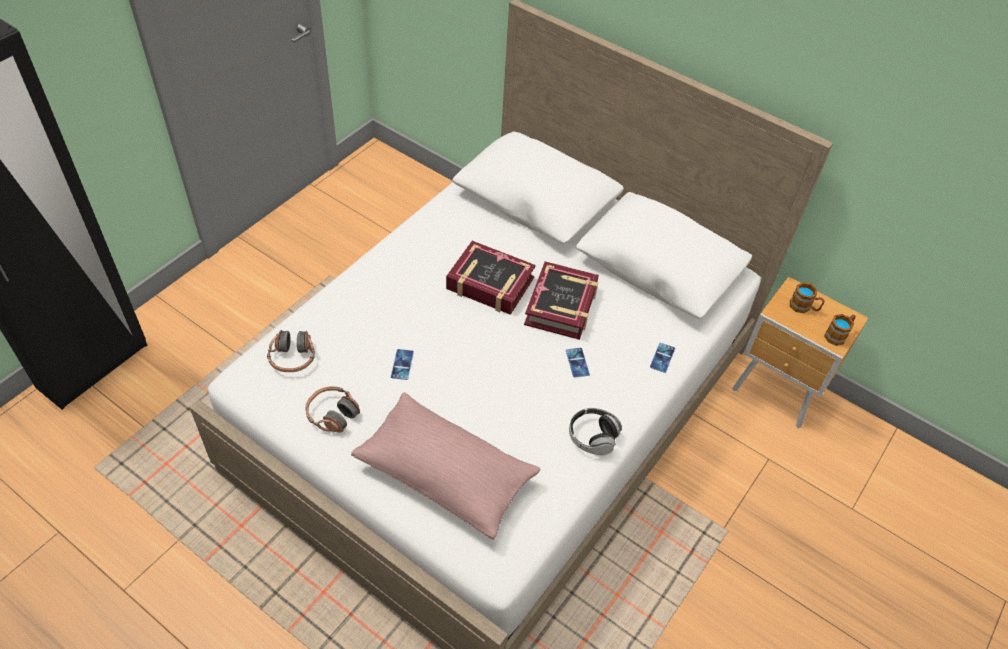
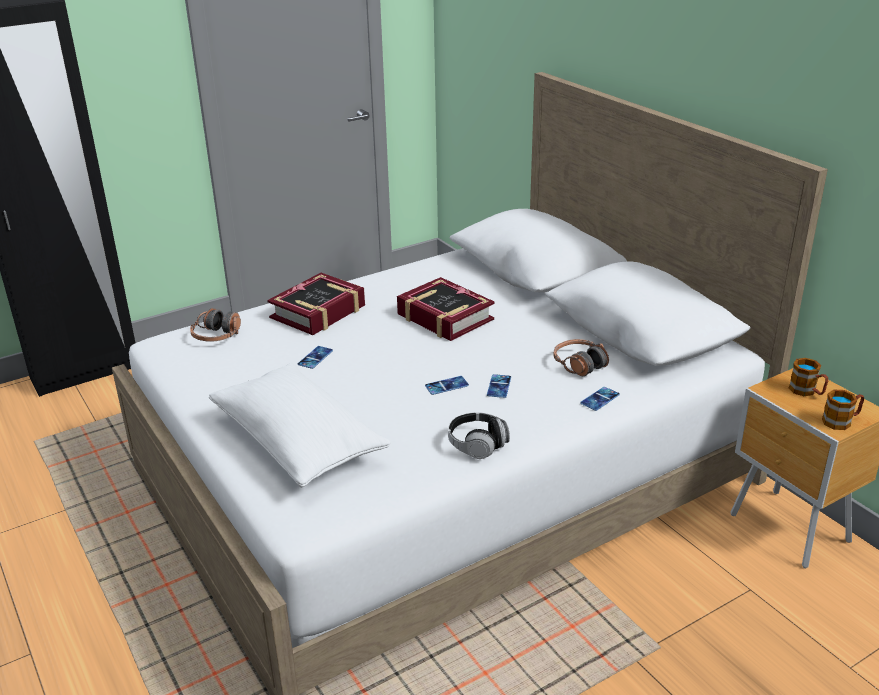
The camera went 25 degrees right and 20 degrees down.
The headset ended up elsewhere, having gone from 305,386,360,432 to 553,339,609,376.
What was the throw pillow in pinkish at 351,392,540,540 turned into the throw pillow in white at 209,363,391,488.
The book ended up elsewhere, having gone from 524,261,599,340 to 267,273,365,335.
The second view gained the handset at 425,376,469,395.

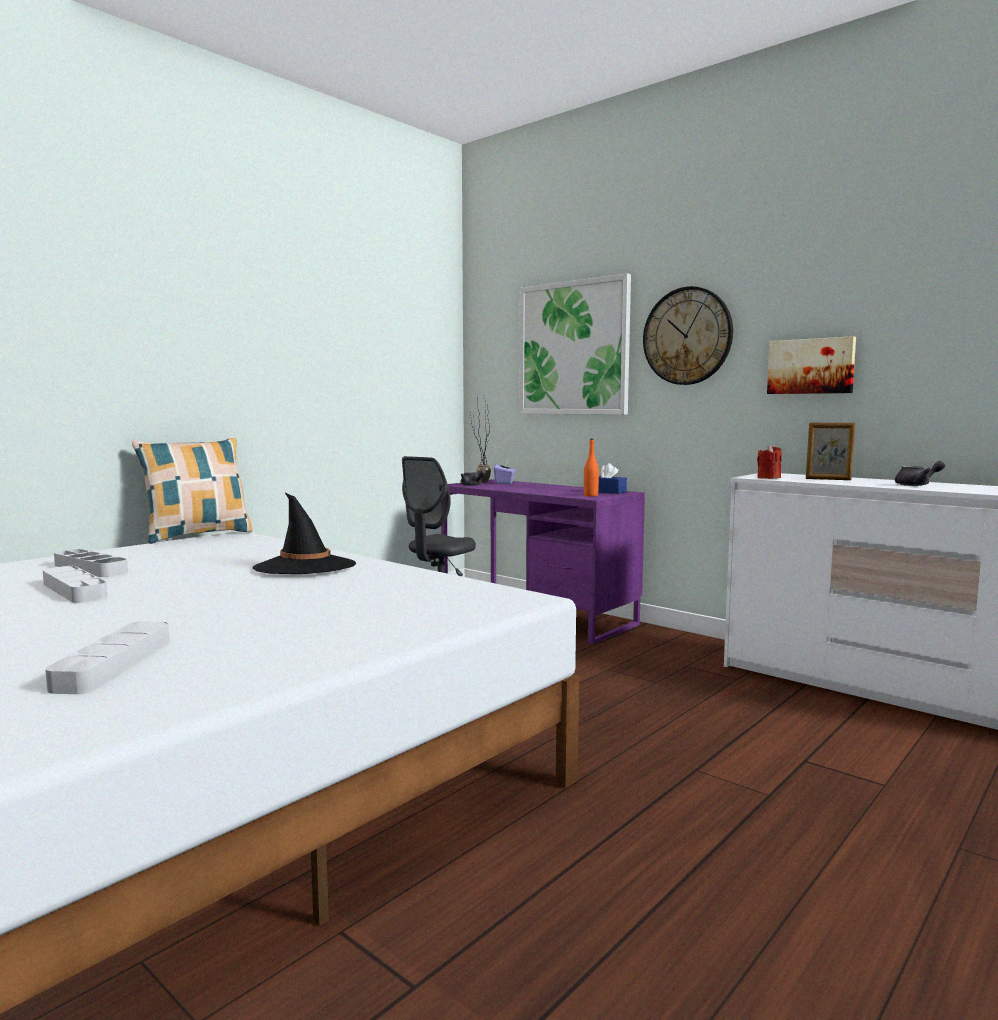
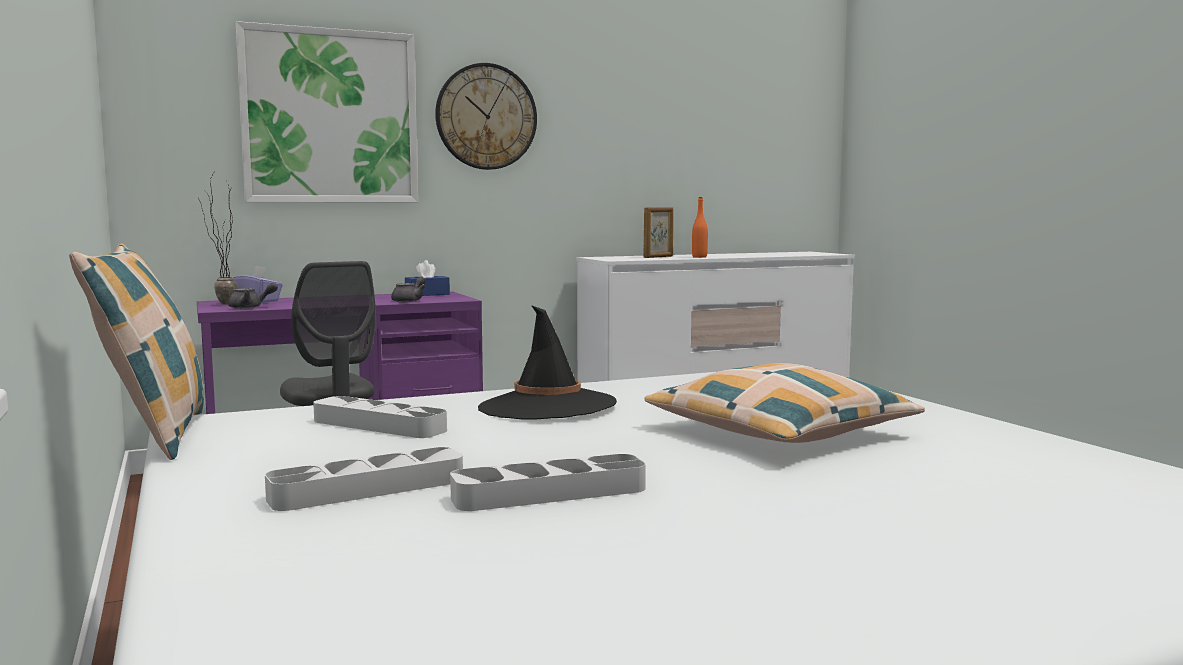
The camera went 65 degrees left and 0 degrees up.
The tray in gray ended up elsewhere, having gone from 45,621,169,694 to 313,396,447,438.
The bottle in orange ended up elsewhere, having gone from 584,439,599,496 to 692,197,708,258.
The second view lost the wax candle in reddish at 757,445,782,479.
The second view lost the wall art at 767,336,856,394.
The tea pot in gray ended up elsewhere, having gone from 895,461,945,486 to 391,277,426,302.
The second view gained the throw pillow at 644,363,925,443.

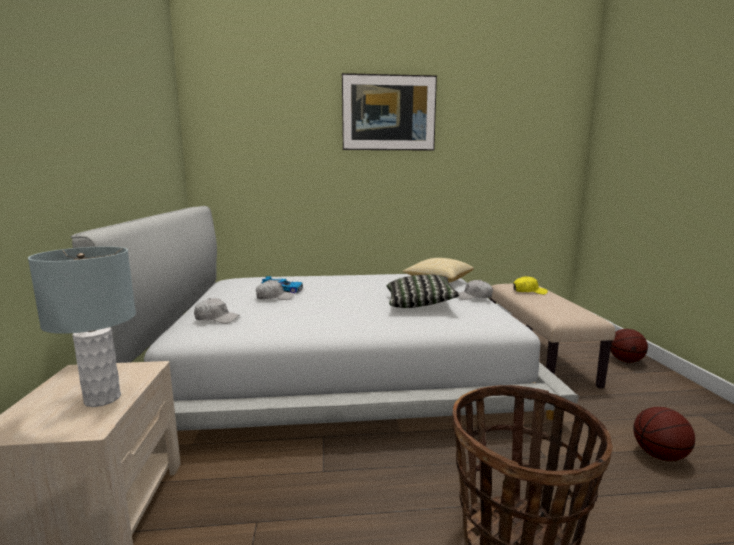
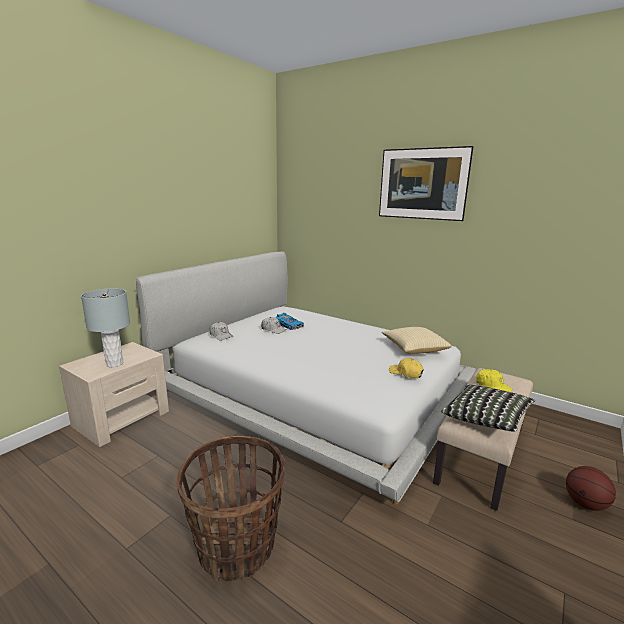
The camera went 40 degrees right and 5 degrees up.
The throw pillow ended up elsewhere, having gone from 387,274,460,308 to 442,385,535,432.
What was the peaked cap in white at 458,280,493,300 turned into the peaked cap in yellow-coloured at 389,358,424,379.
The second view lost the ball for basketball at 633,407,695,461.

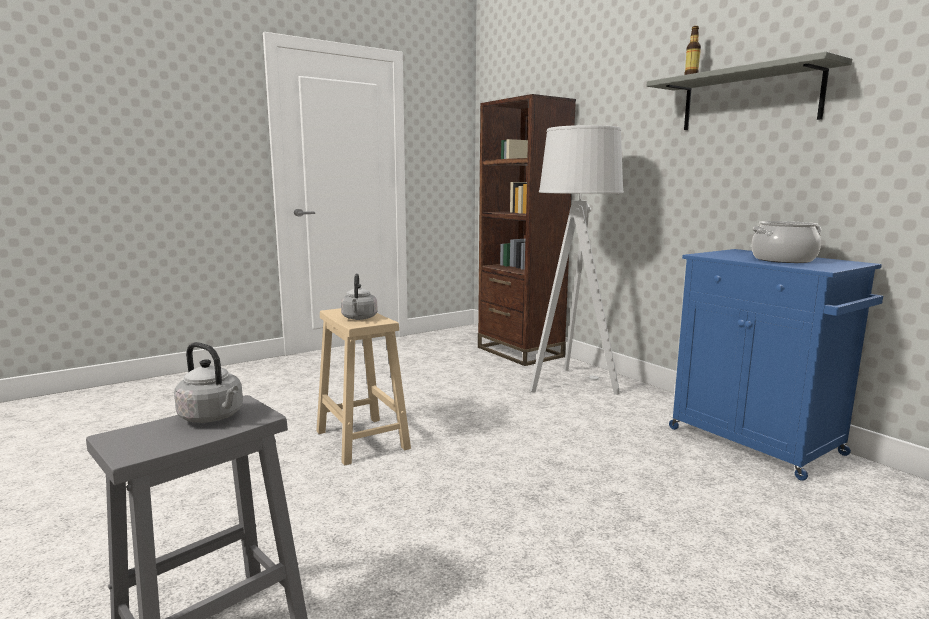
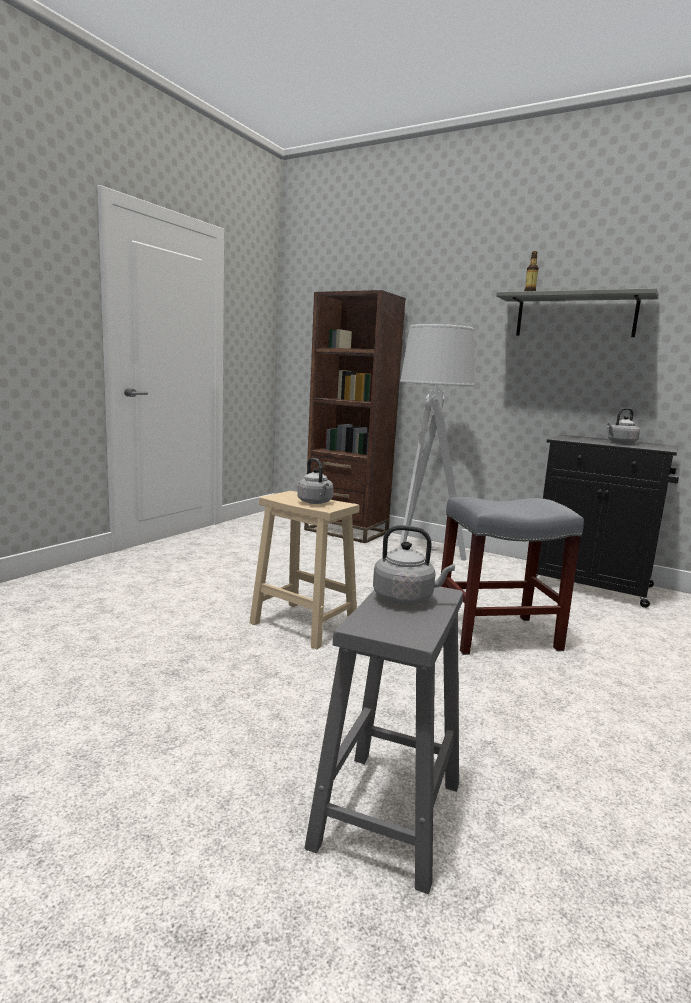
The camera went 25 degrees left and 0 degrees up.
What was the cupboard in bluish at 669,249,883,481 turned into the cupboard in blackish at 536,435,680,608.
Where the saucepot stood at 751,221,822,263, the water kettle in gray came to stand at 607,408,640,444.
The second view gained the sitting stool in gray at 440,497,584,655.

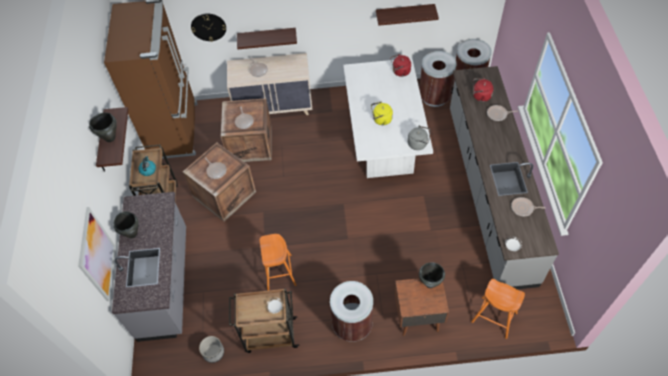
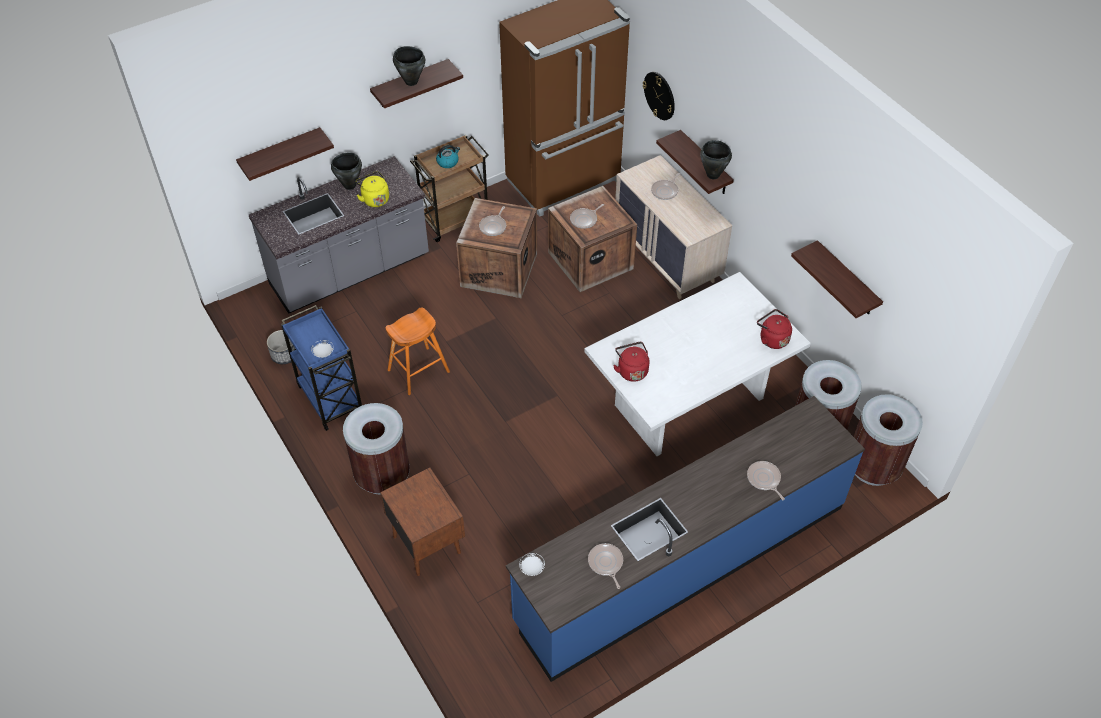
The camera went 60 degrees right and 5 degrees down.
Where the wall art hung at 78,207,115,301, the bracket shelf came to hang at 236,127,334,181.
What was the cart in brownish at 229,288,299,353 turned into the cart in bluish at 281,305,362,431.
The water kettle in yellow-coloured ended up elsewhere, having gone from 371,102,393,125 to 356,171,389,207.
The second view lost the water kettle in gray at 408,125,431,150.
The saucepot in blackish ended up elsewhere, having gone from 419,262,445,288 to 700,140,732,179.
What was the kitchen base unit in gray at 450,66,559,289 turned into the kitchen base unit in bluish at 506,396,865,682.
The second view lost the sitting stool in orange at 471,279,525,339.
The water kettle in reddish ended up elsewhere, having gone from 473,78,494,102 to 613,342,649,382.

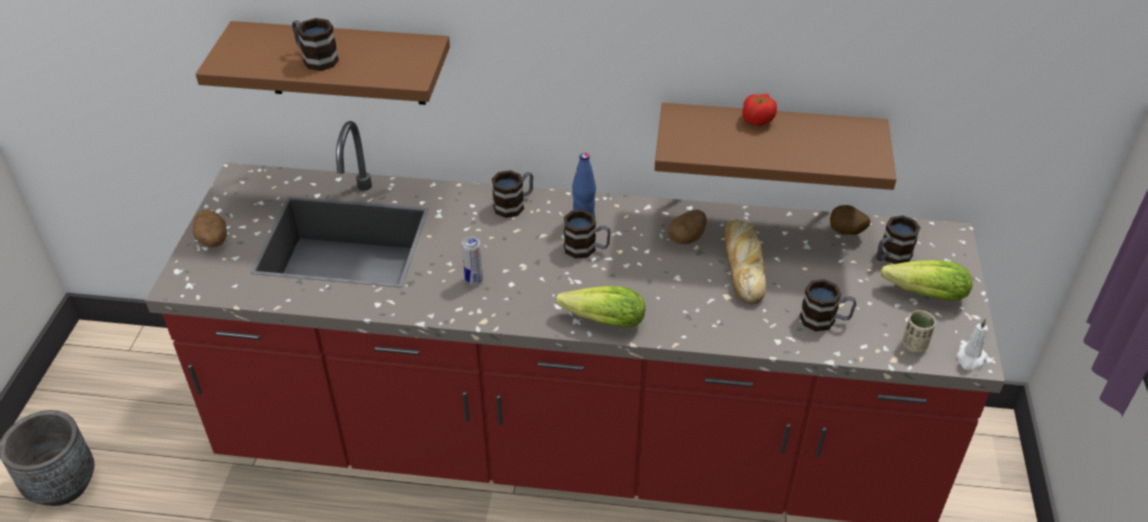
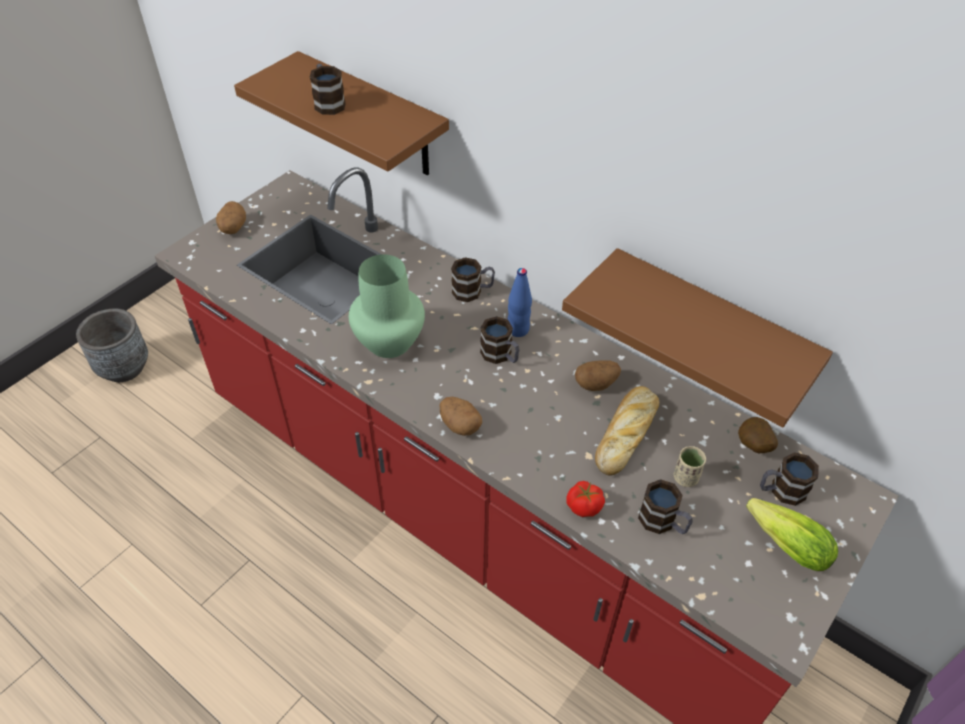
The camera went 30 degrees right and 5 degrees up.
Where the can stood at 462,236,483,286, the vase in greenish came to stand at 349,254,425,358.
Where the lettuce head stood at 556,286,645,328, the potato came to stand at 440,397,482,436.
The tomato ended up elsewhere, having gone from 742,94,777,126 to 566,481,605,517.
The drinking cup in beige-coloured ended up elsewhere, having gone from 902,310,936,353 to 674,446,706,487.
The second view lost the wax candle in white at 957,318,988,370.

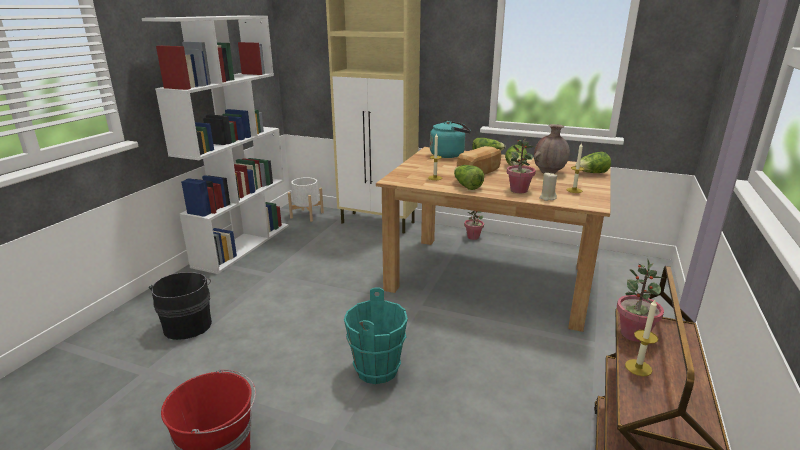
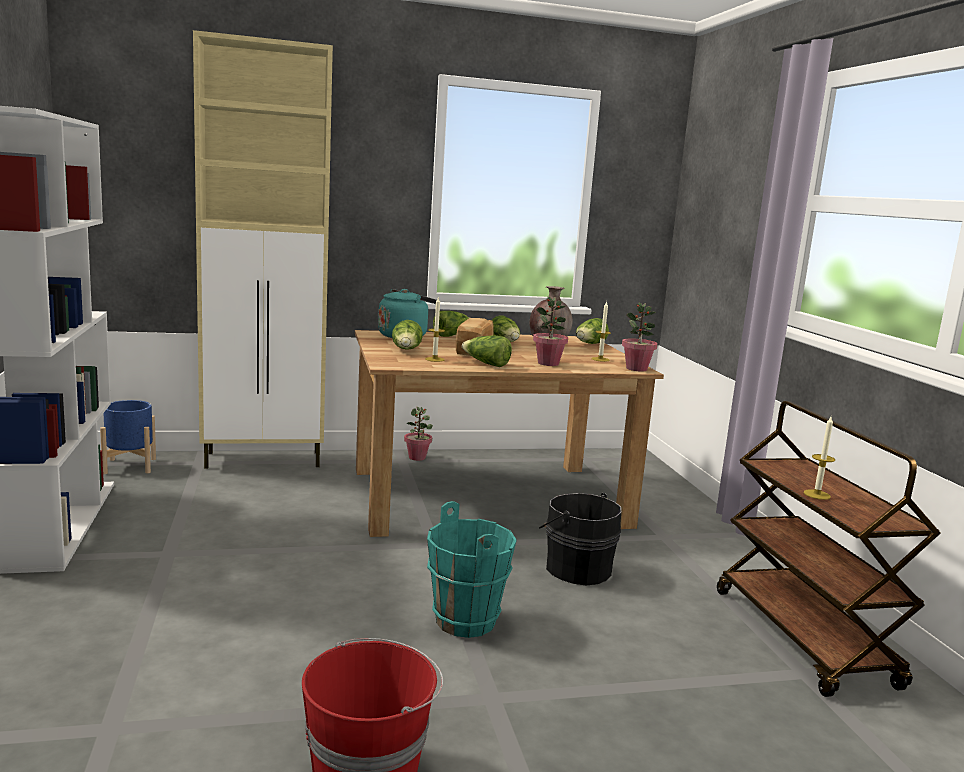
The camera went 35 degrees left and 10 degrees down.
The water bucket in blackish ended up elsewhere, having gone from 149,272,212,340 to 539,493,621,586.
What was the planter in white at 288,177,324,222 turned into the planter in bluish at 100,400,156,474.
The second view lost the wax candle in beige-coloured at 540,173,557,201.
The houseplant ended up elsewhere, having gone from 617,260,664,342 to 622,303,658,371.
The second view gained the lettuce head at 392,320,423,350.

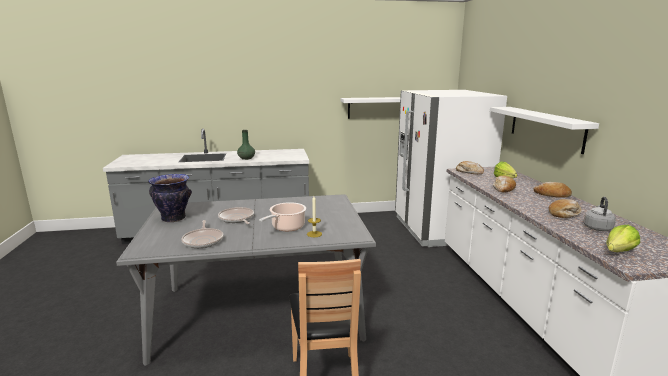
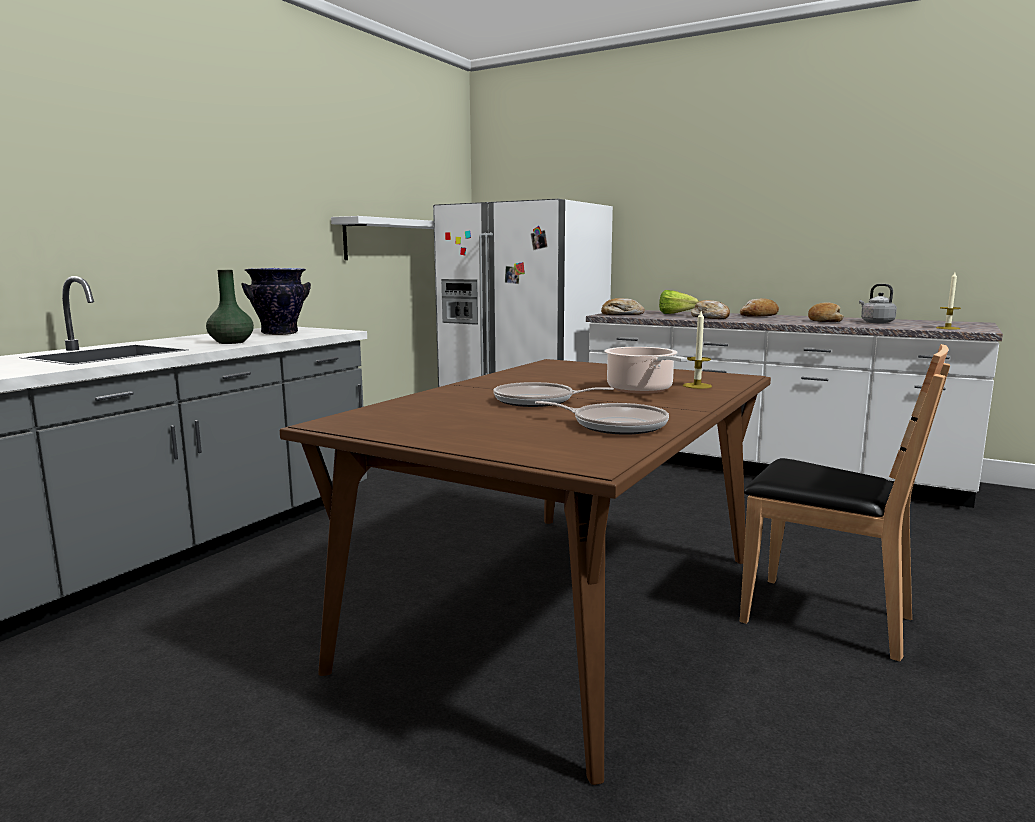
The camera went 50 degrees left and 5 degrees down.
What was the kitchen table in gray at 116,194,376,366 turned into the kitchen table in brownish at 280,359,771,785.
The vase ended up elsewhere, having gone from 148,174,192,222 to 241,268,311,335.
The second view lost the bracket shelf in white at 490,107,599,154.
Where the lettuce head stood at 606,225,640,252, the wax candle came to stand at 936,272,961,329.

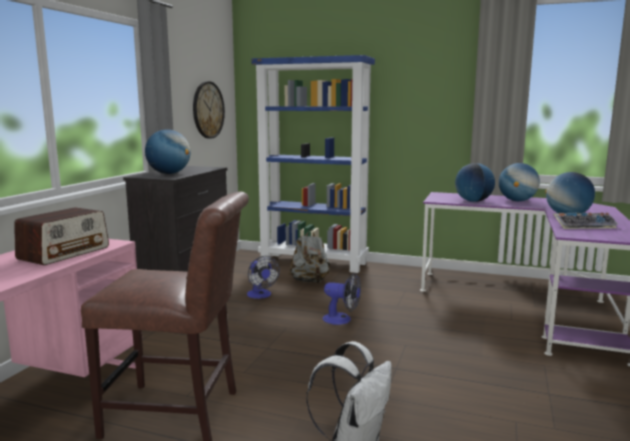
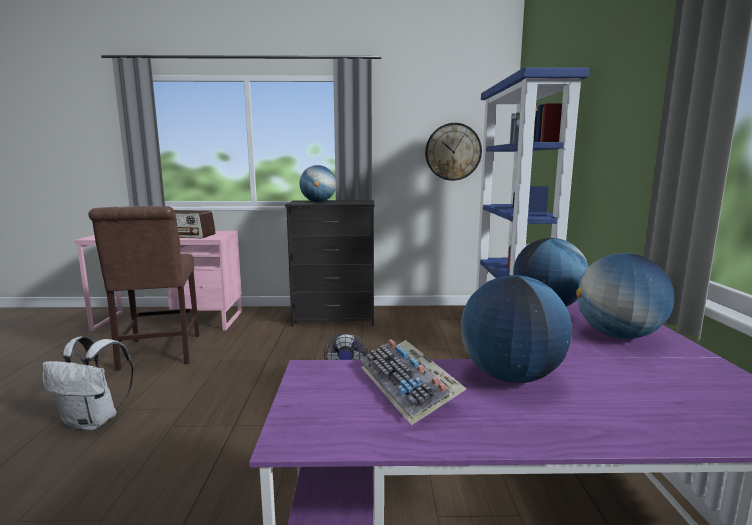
The camera went 70 degrees right and 0 degrees up.
The second view lost the fan at 247,256,280,299.
The second view lost the knapsack in gray at 288,230,331,284.

